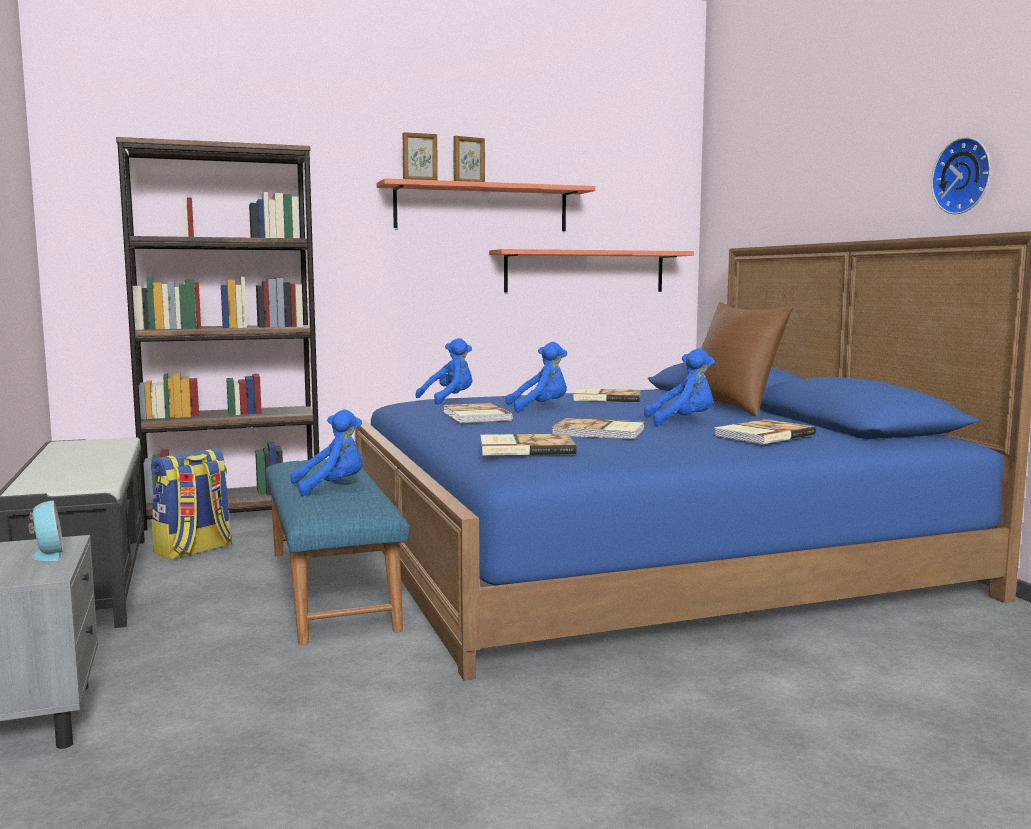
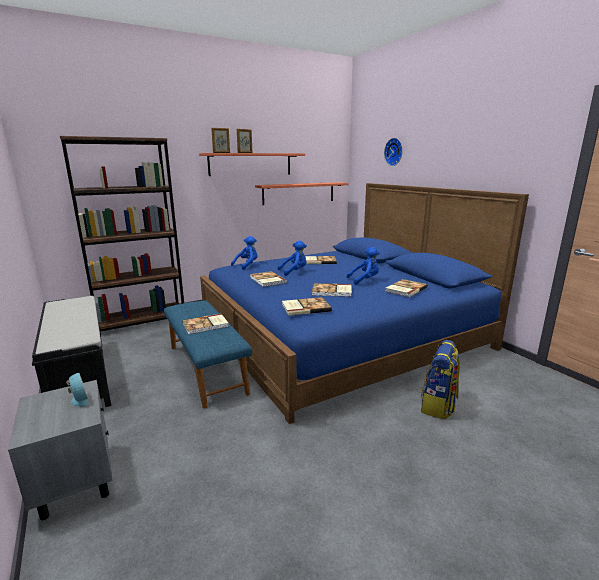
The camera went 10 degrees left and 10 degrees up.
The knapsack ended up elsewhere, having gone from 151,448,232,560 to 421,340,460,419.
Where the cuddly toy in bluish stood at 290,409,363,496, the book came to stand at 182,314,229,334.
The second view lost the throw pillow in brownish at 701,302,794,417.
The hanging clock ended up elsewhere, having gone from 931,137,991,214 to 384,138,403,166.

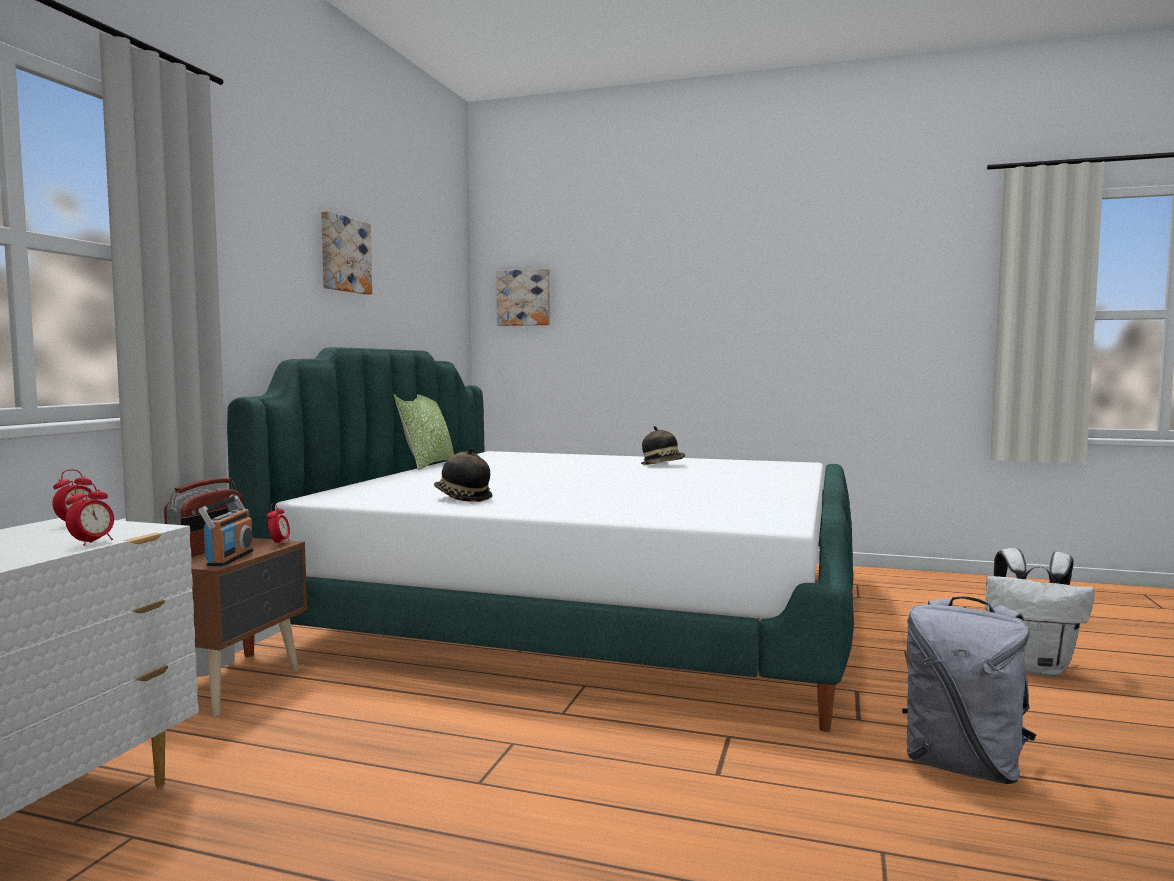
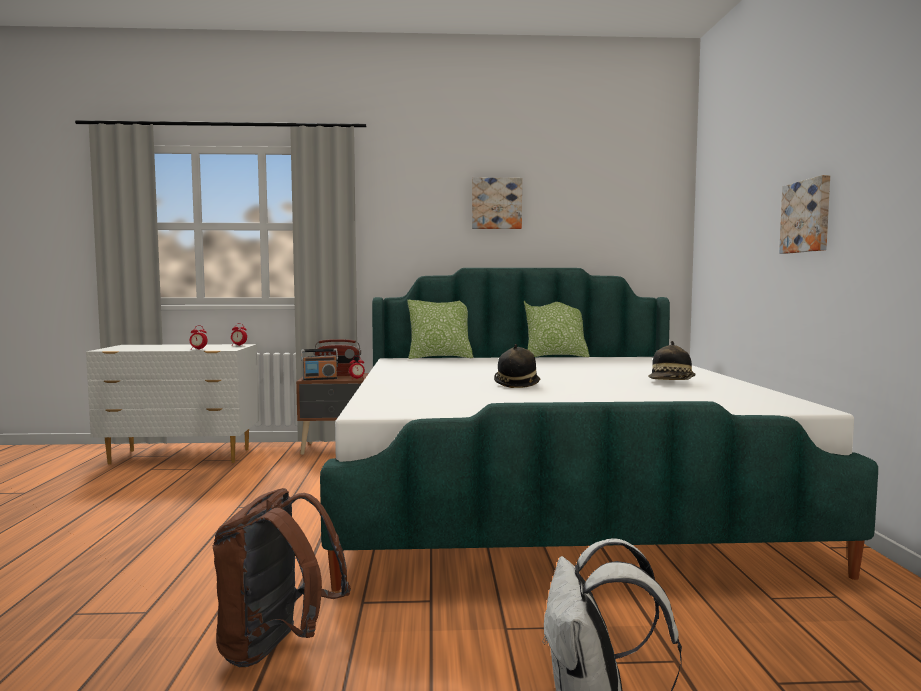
The camera went 70 degrees right and 0 degrees up.
The hat ended up elsewhere, having gone from 434,448,493,502 to 494,344,541,388.
The wall art ended up elsewhere, having gone from 496,269,550,326 to 779,175,830,254.
What was the knapsack in gray at 902,596,1037,784 turned into the knapsack in brownish at 213,488,351,667.
The second view gained the throw pillow at 407,300,473,359.

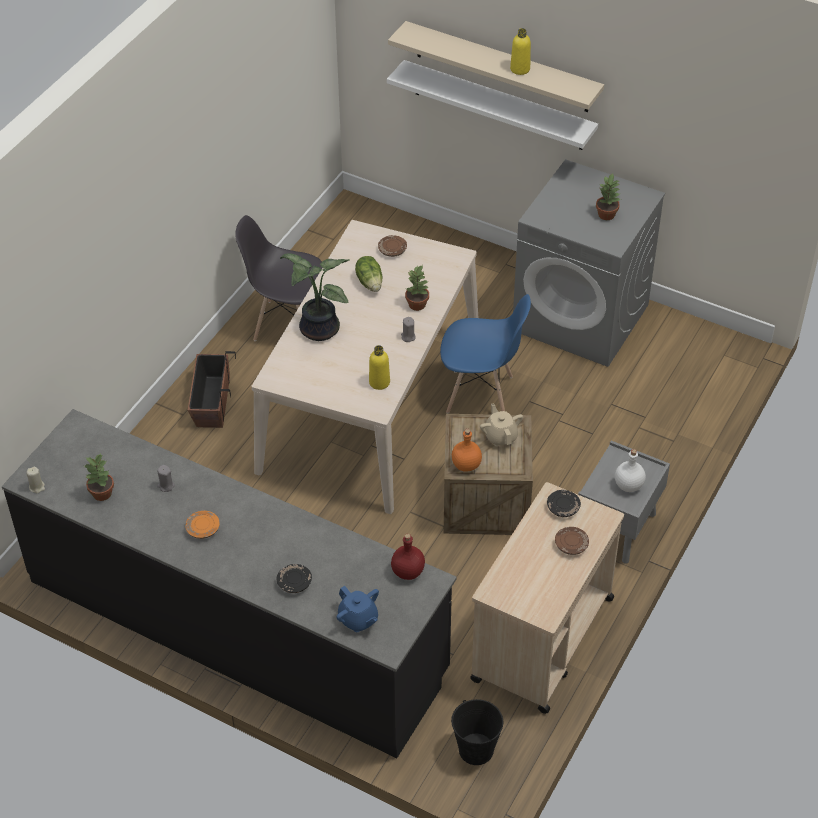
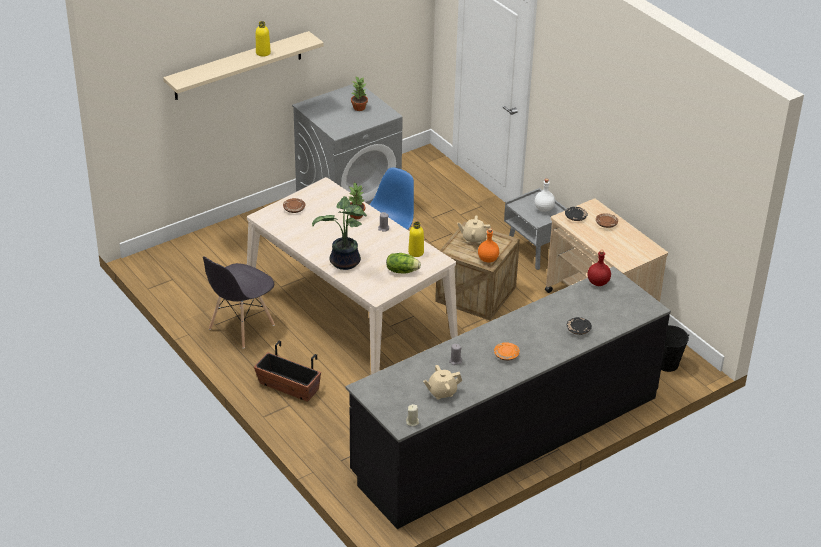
The camera went 65 degrees left and 10 degrees down.
Where the houseplant stood at 85,453,114,501, the tea pot in beige-coloured came to stand at 423,365,462,399.
The second view lost the tea pot in bluish at 336,586,379,632.
The lettuce head ended up elsewhere, having gone from 355,256,382,292 to 386,253,421,274.
The second view lost the bracket shelf in white at 387,60,598,150.

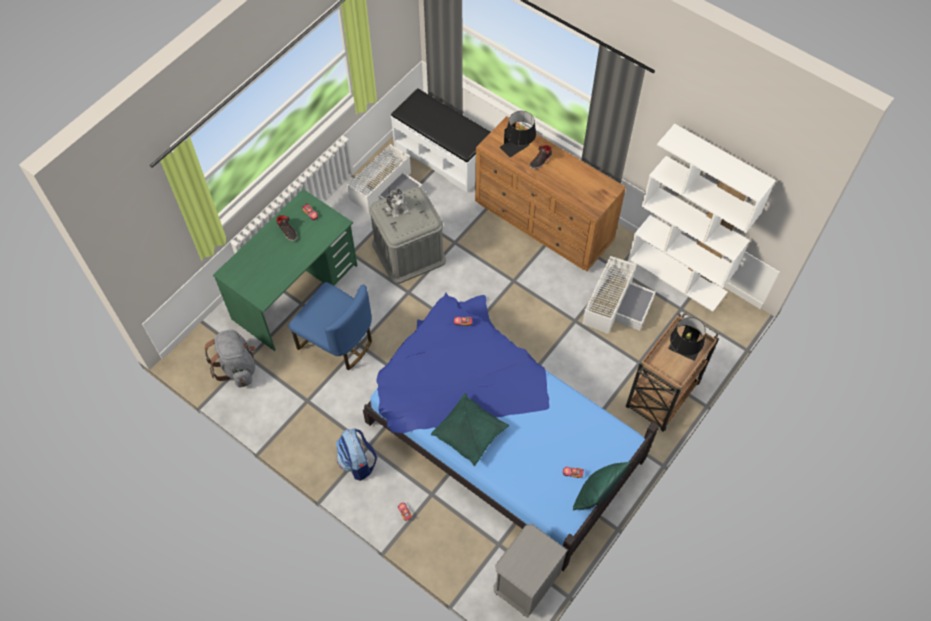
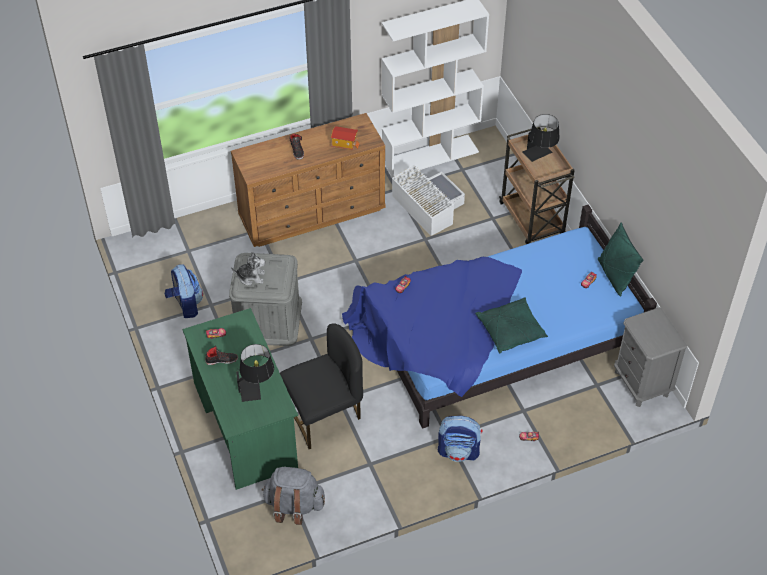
The camera went 60 degrees left and 10 degrees down.
What was the chair in bluish at 288,282,372,370 turned into the chair in blackish at 280,323,363,449.
Where the storage box in white stood at 347,144,422,213, the knapsack came to stand at 165,264,203,318.
The second view lost the indoor bench in white at 391,88,490,193.
The tabletop lamp in blackish ended up elsewhere, having gone from 500,111,536,157 to 236,344,274,402.
The second view gained the toy house at 331,126,359,150.

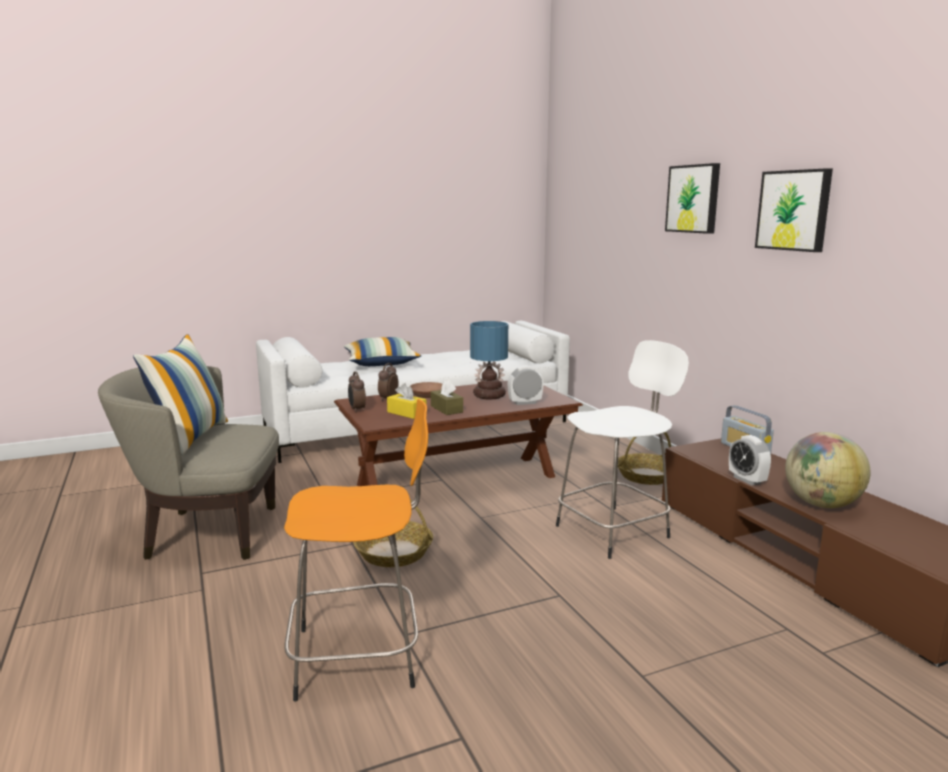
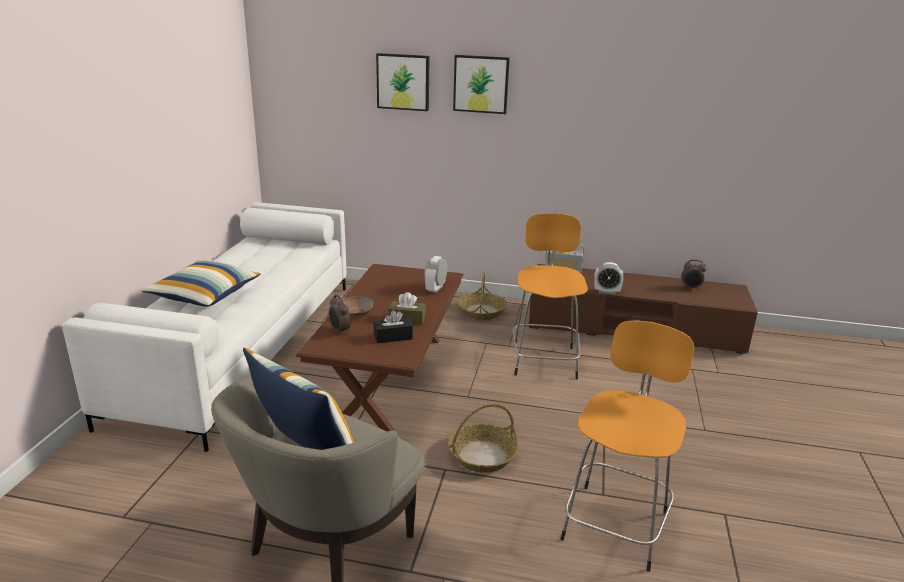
The camera went 55 degrees left and 10 degrees up.
The bedside clock ended up elsewhere, having gone from 348,371,366,411 to 681,260,706,290.
What was the tissue holder in yellow-coloured at 387,383,426,419 turned into the tissue holder in blackish at 374,310,413,343.
The second view lost the tabletop lamp at 470,321,508,399.
What was the sitting stool in white at 556,340,689,559 turned into the sitting stool in orange at 512,213,588,379.
The wall art ended up elsewhere, having gone from 755,168,833,252 to 376,53,430,111.
The second view lost the world globe at 785,432,871,508.

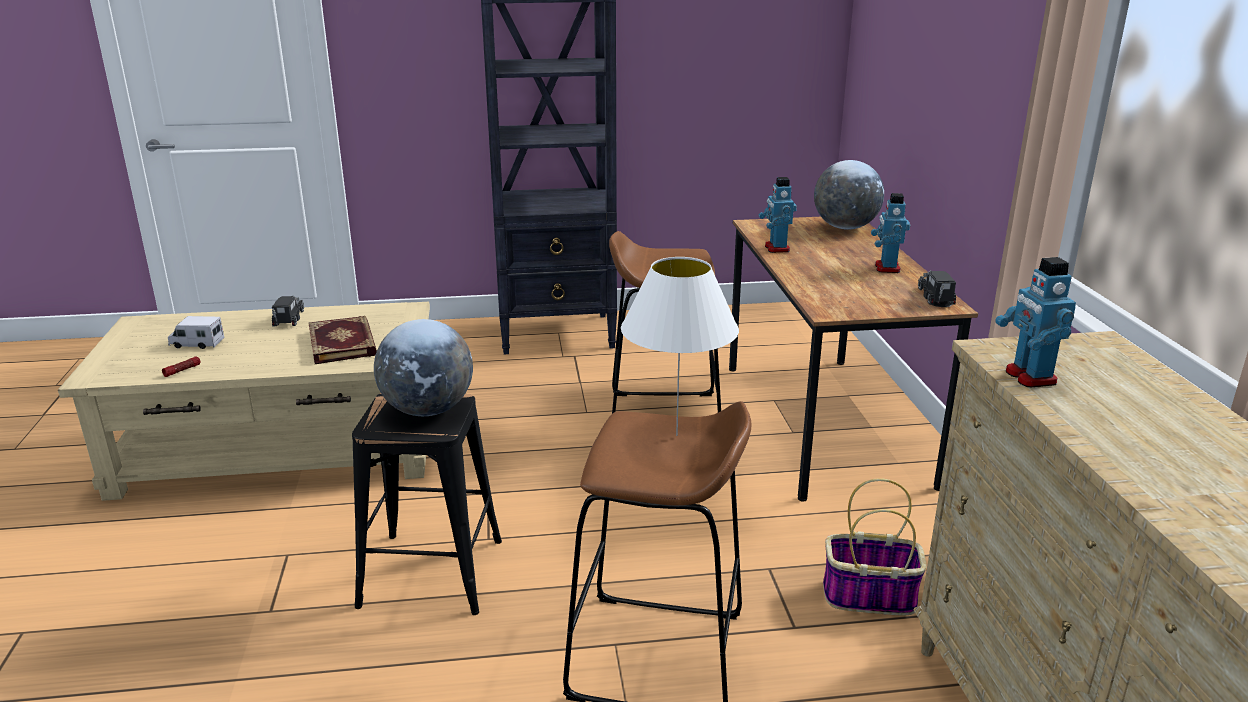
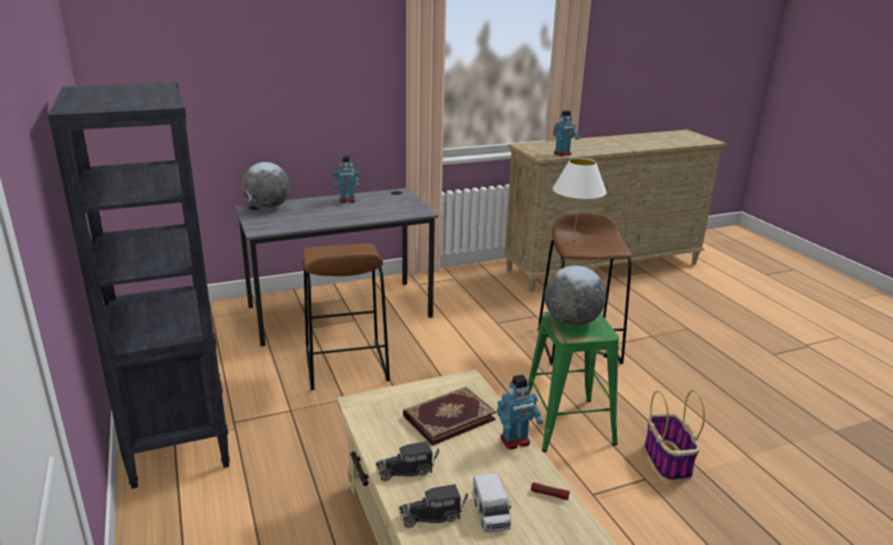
The camera went 105 degrees left and 0 degrees up.
What was the sitting stool in blackish at 352,393,502,615 turned into the sitting stool in greenish at 528,312,619,452.
What was the desk in brownish at 729,217,978,502 turned into the desk in gray at 235,188,438,346.
The robot figure ended up elsewhere, having gone from 759,177,797,253 to 497,375,543,449.
The household basket ended up elsewhere, having gone from 823,478,926,615 to 644,390,705,481.
The model truck ended up elsewhere, having gone from 918,270,956,305 to 399,484,468,528.

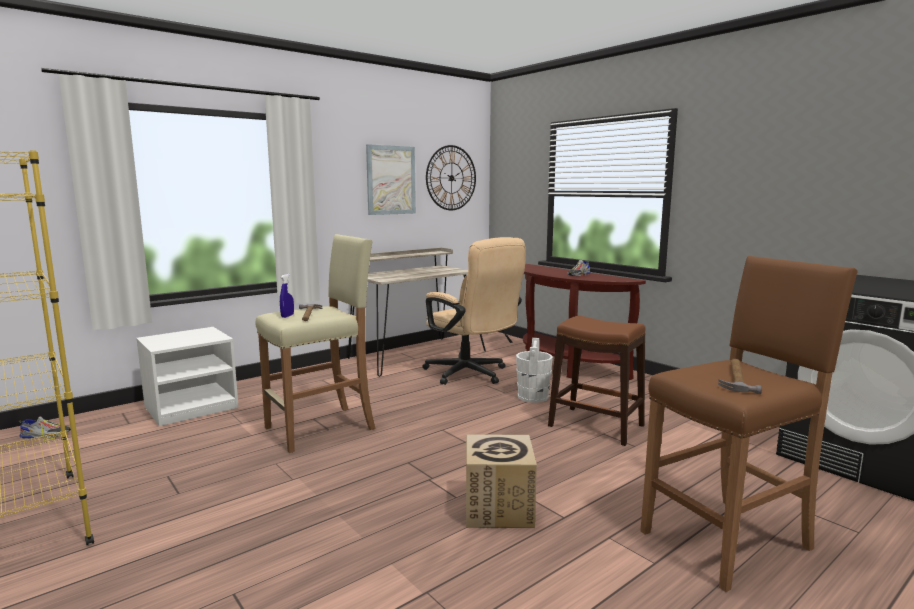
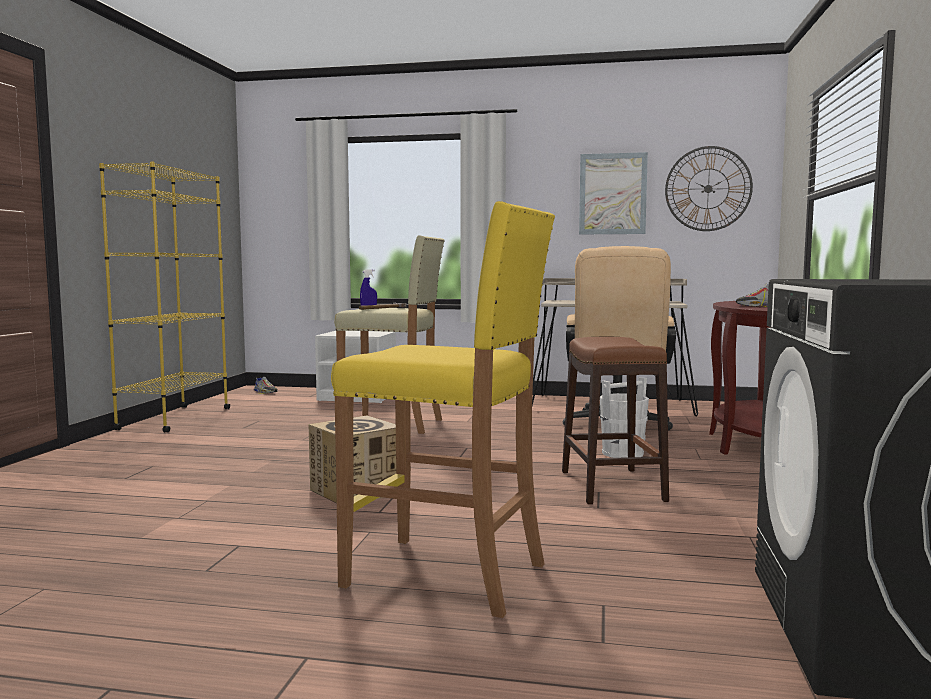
The camera went 50 degrees right and 5 degrees down.
What was the sitting stool in brownish at 640,256,858,592 turned into the sitting stool in yellow-coloured at 331,201,555,618.
The second view lost the hand hammer at 718,359,762,394.

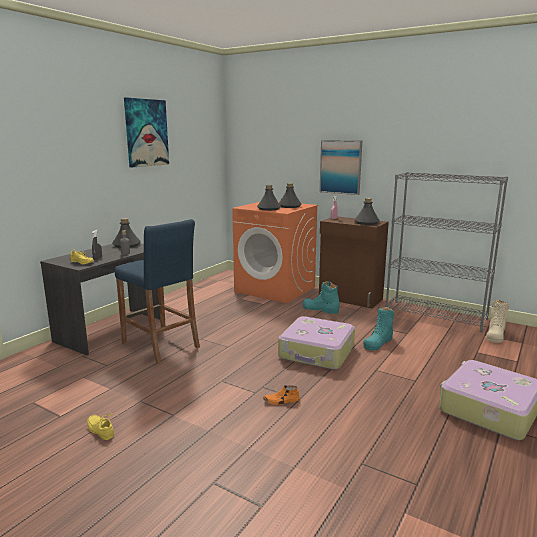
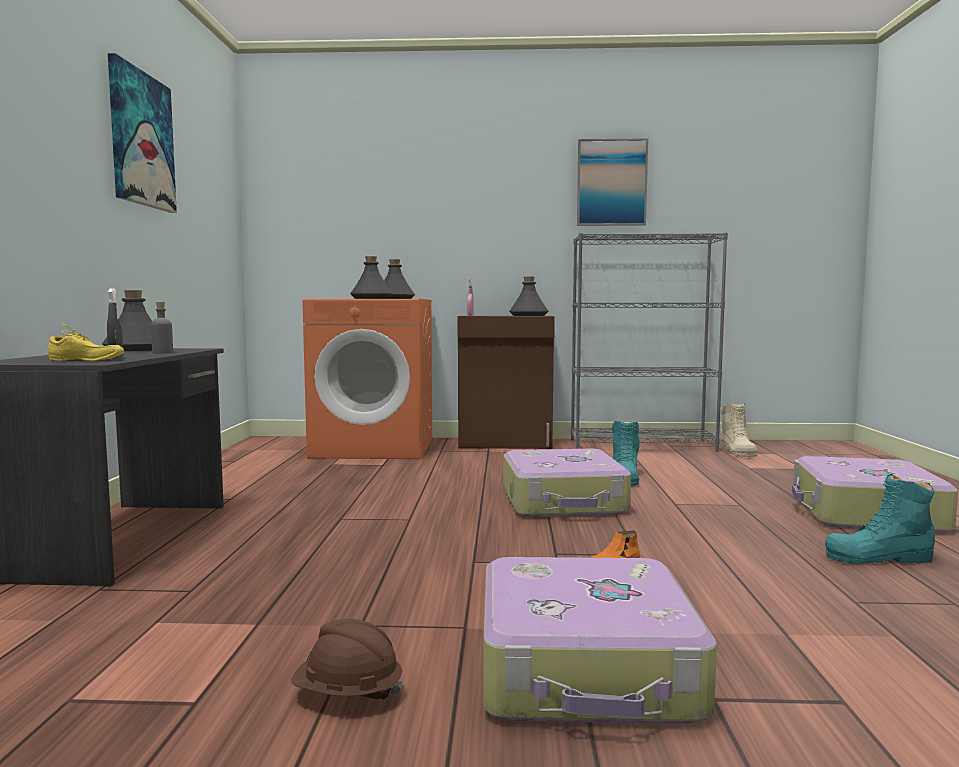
The camera went 30 degrees left and 10 degrees down.
Where the item of footwear in yellow-coloured stood at 87,412,114,440, the work helmet in brownish came to stand at 292,619,404,700.
The second view lost the sitting stool in bluish at 115,219,200,364.
The tall boot in blue-green ended up elsewhere, having gone from 303,281,340,314 to 825,474,935,564.
The wall art ended up elsewhere, having gone from 320,140,363,195 to 577,138,648,226.
The second view gained the travel case at 484,557,717,723.

